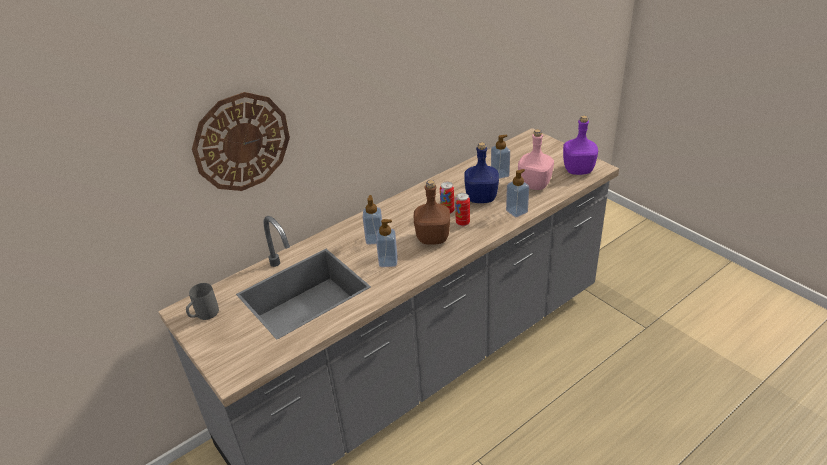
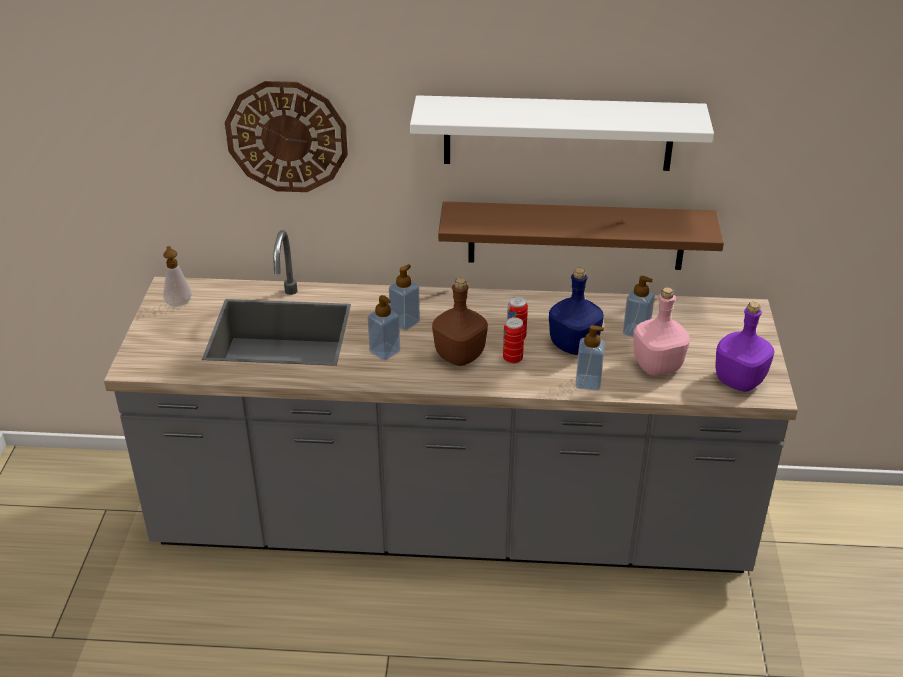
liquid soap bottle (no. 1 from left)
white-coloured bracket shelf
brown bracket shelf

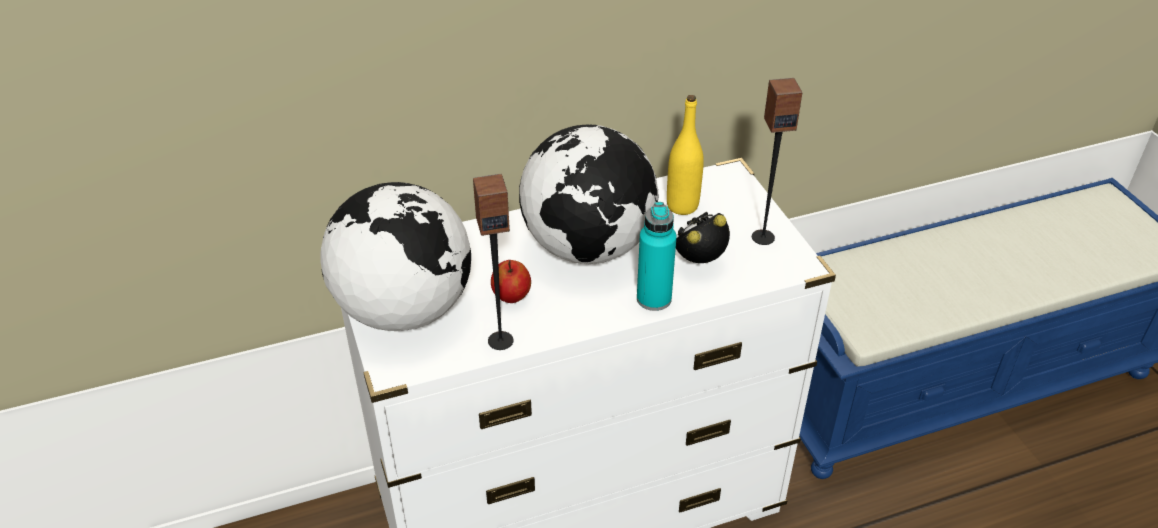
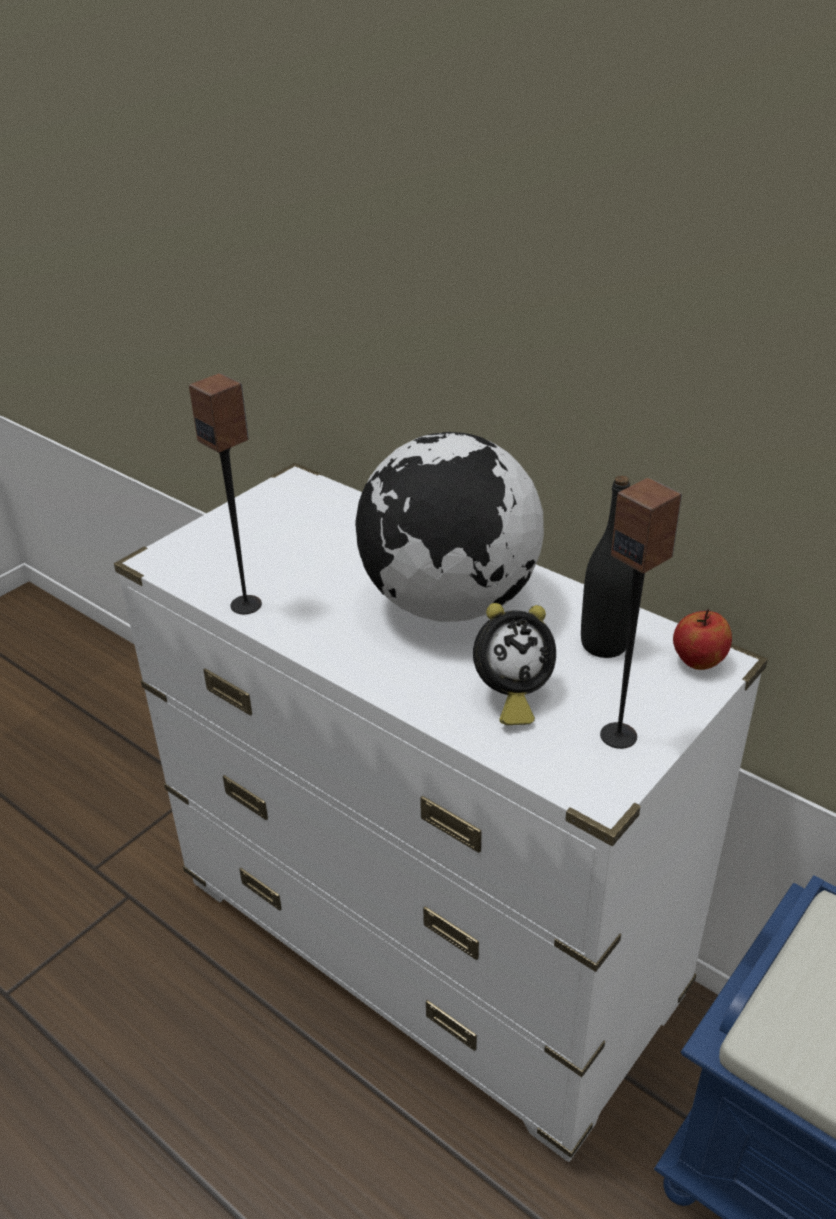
globe (no. 1 from left in the first image)
apple
turquoise beverage bottle
blackish beverage bottle
bedside clock

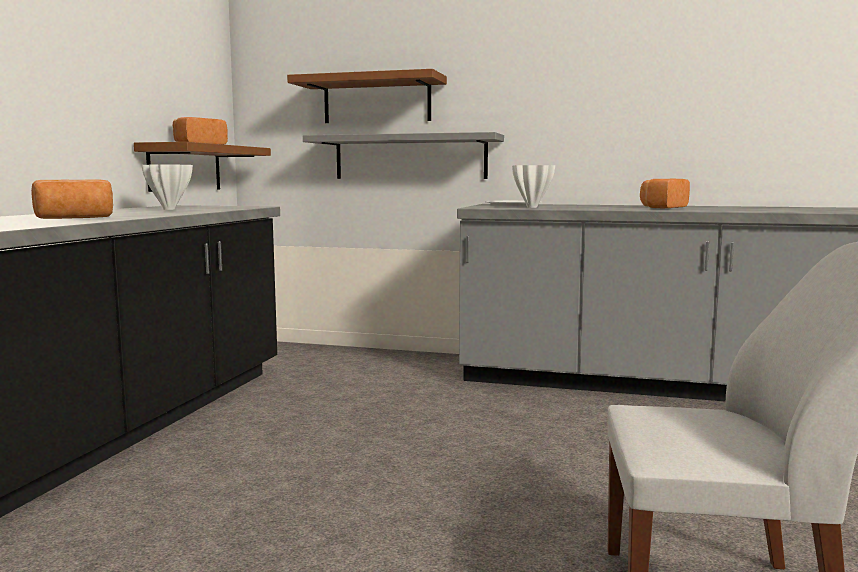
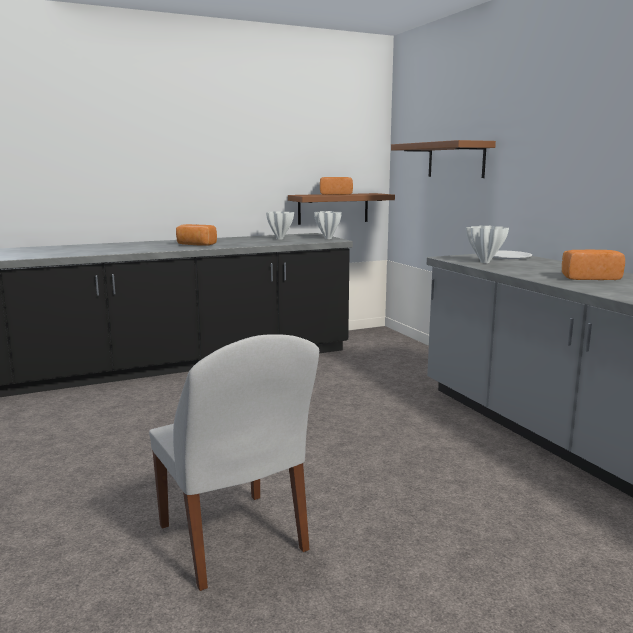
greyish bracket shelf
white-coloured decorative vase (no. 2 from left)

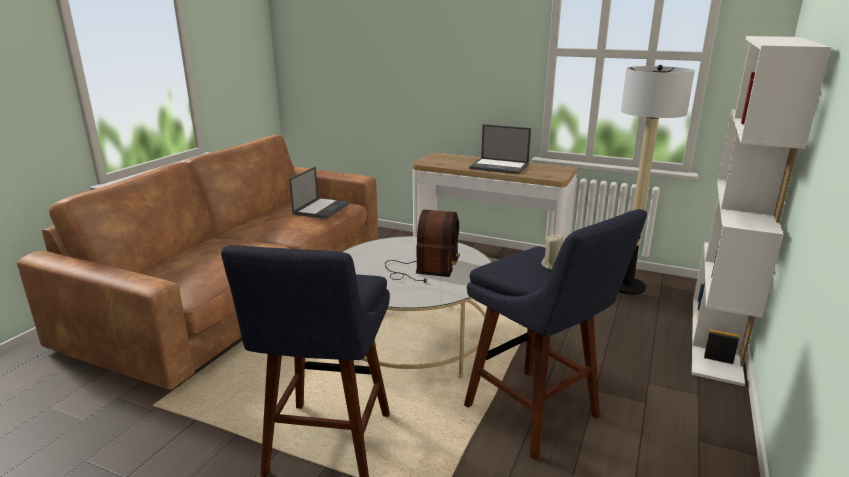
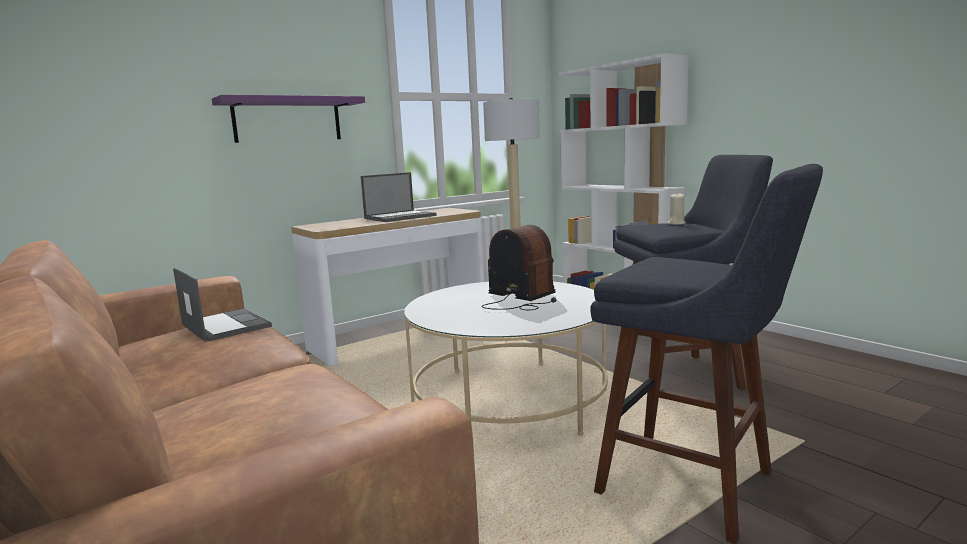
purple-coloured bracket shelf

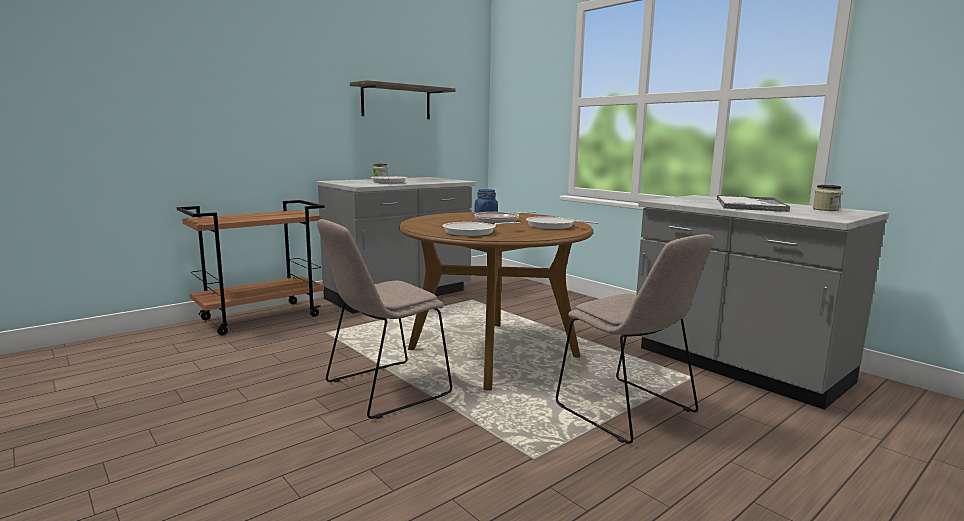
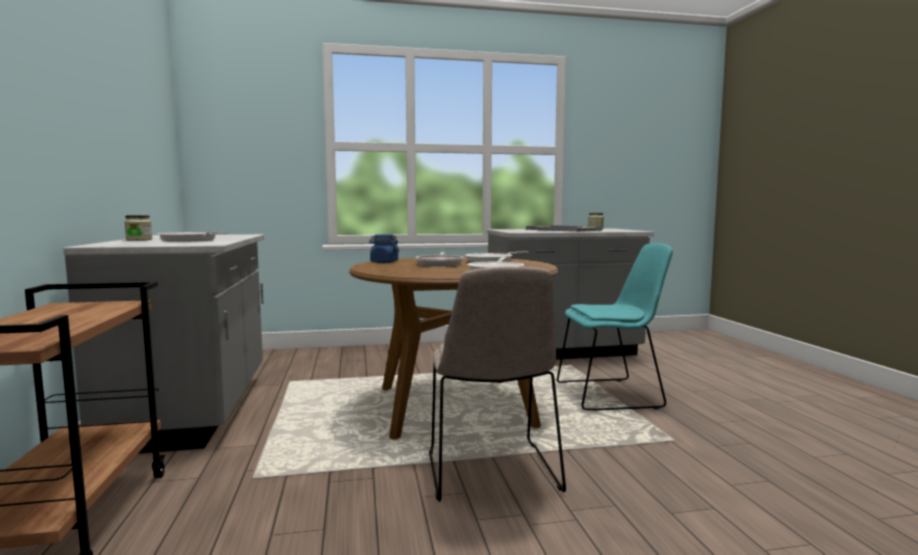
bracket shelf
turquoise chair

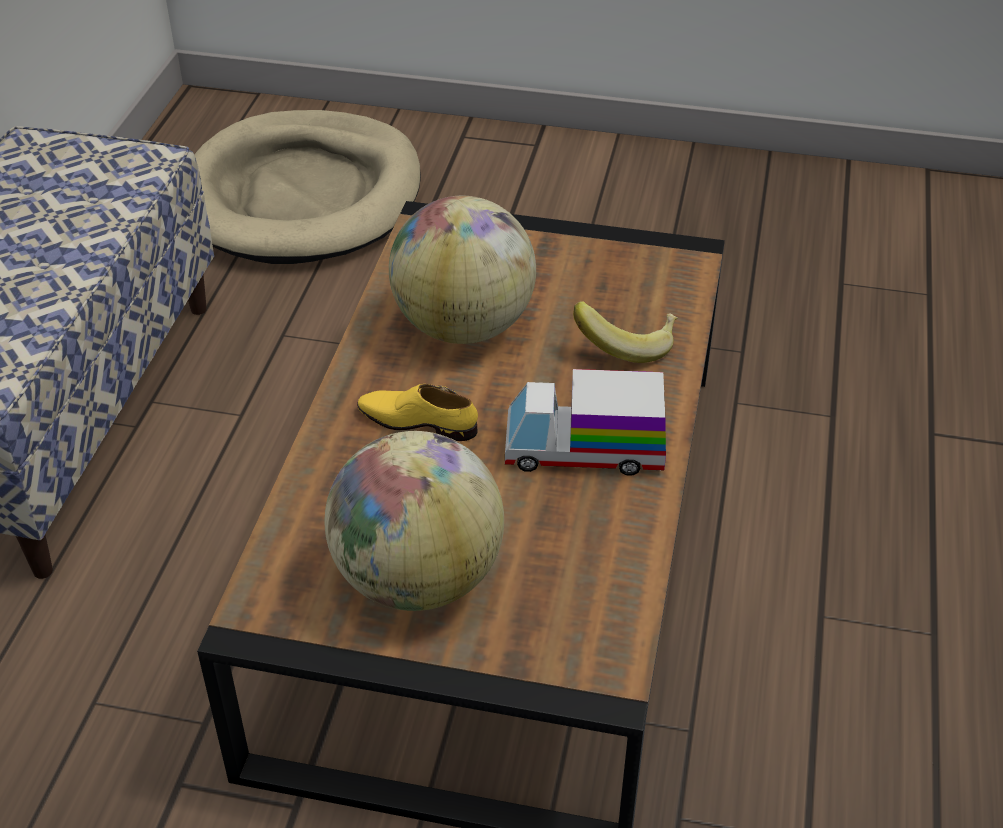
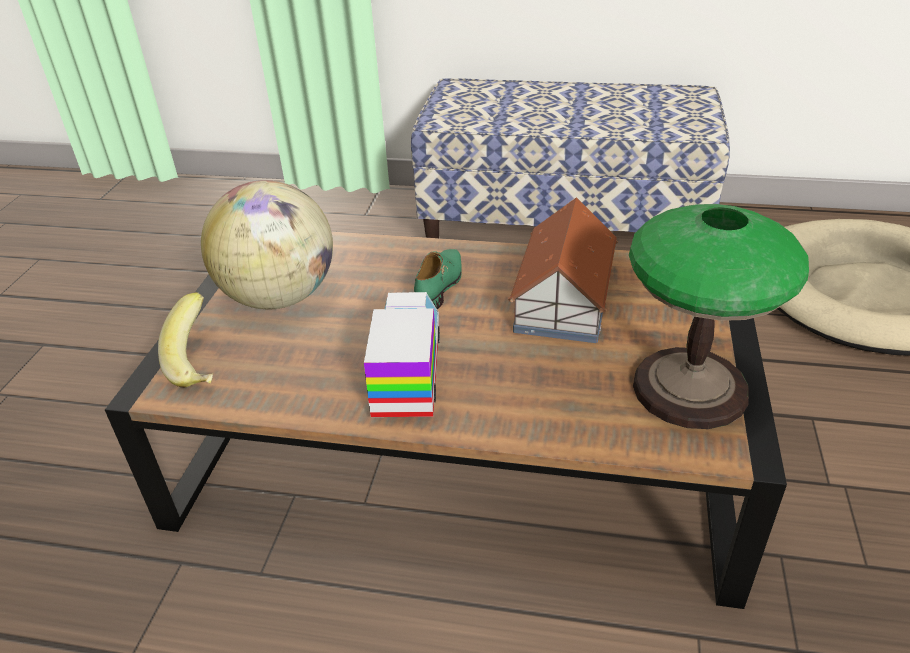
green shoe
miniature house
whole banana
tabletop lamp

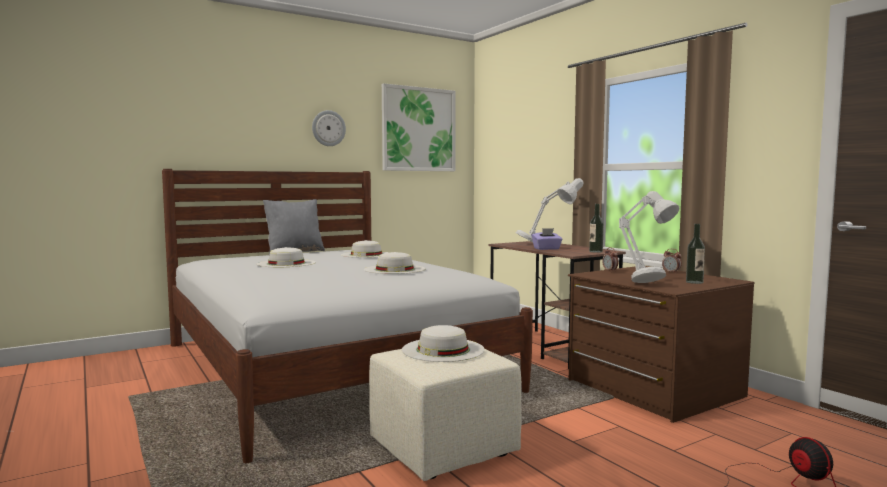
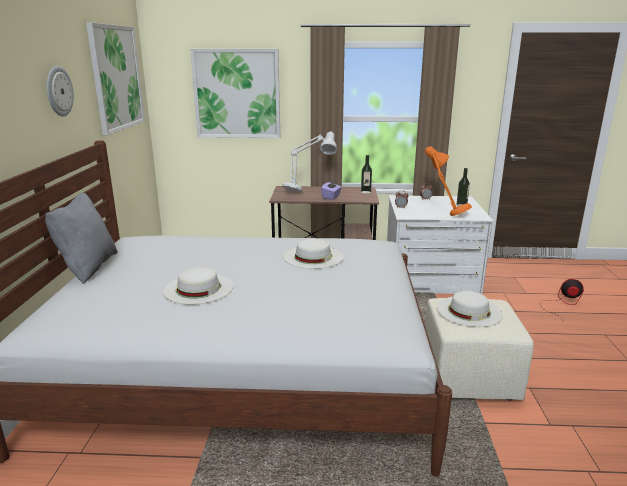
white-coloured wearable hat (no. 2 from left in the first image)
white-coloured dresser
orange-coloured tabletop lamp
wall art (no. 2 from left)

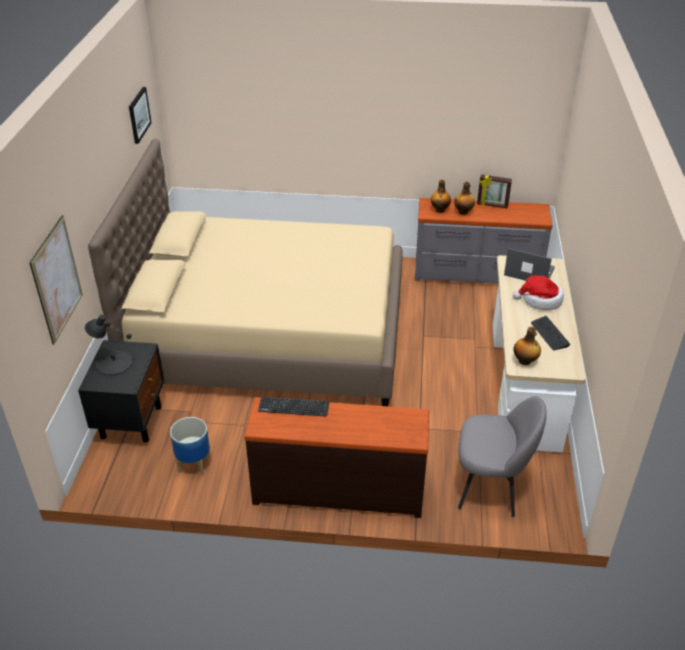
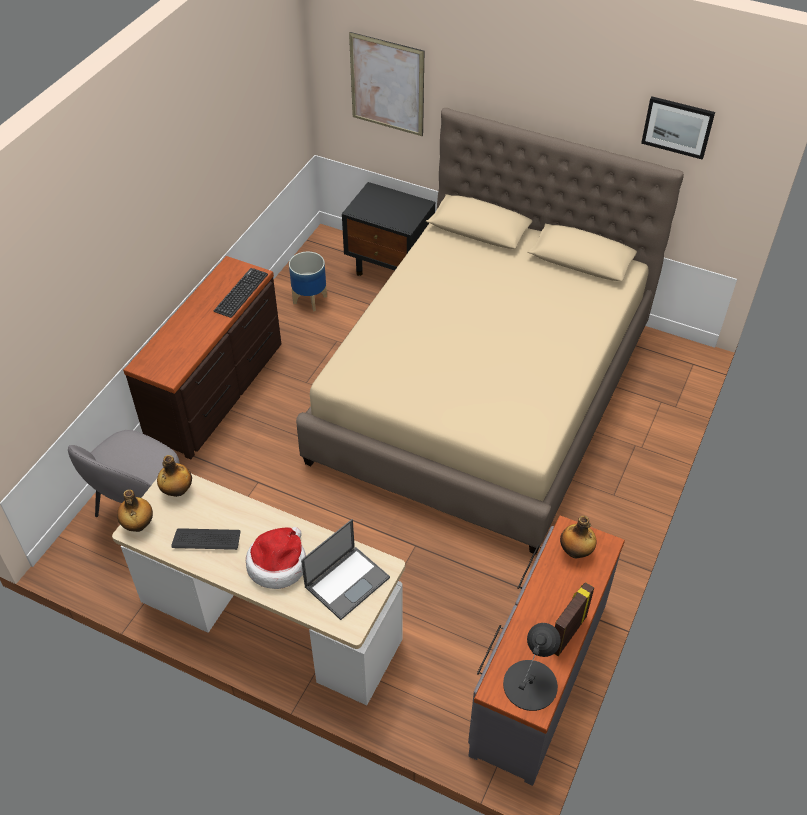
blackish tabletop lamp
beverage bottle (no. 1 from left)

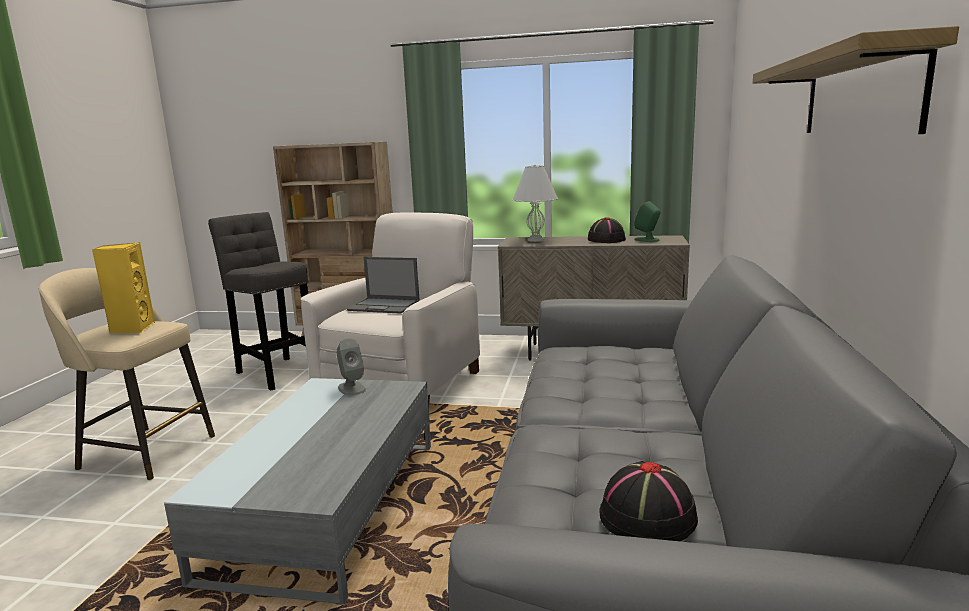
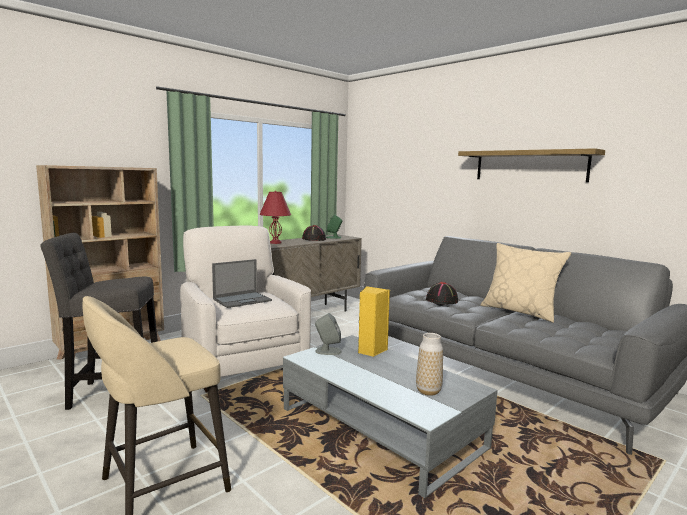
yellowish audio speaker
red tabletop lamp
blackish wearable hat (no. 2 from left)
decorative vase
beige-coloured cushion

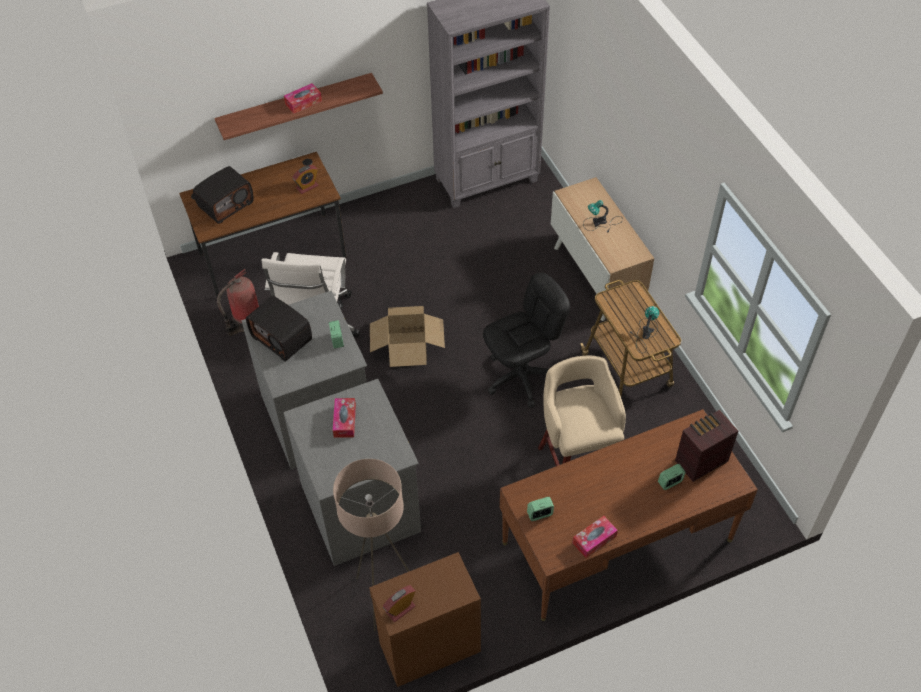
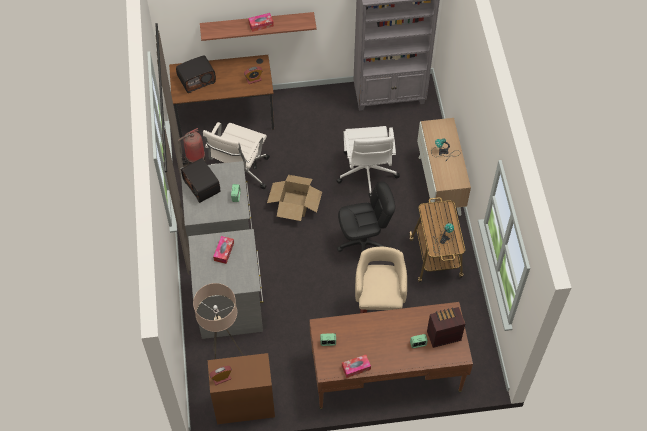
white-coloured office chair (no. 2 from left)

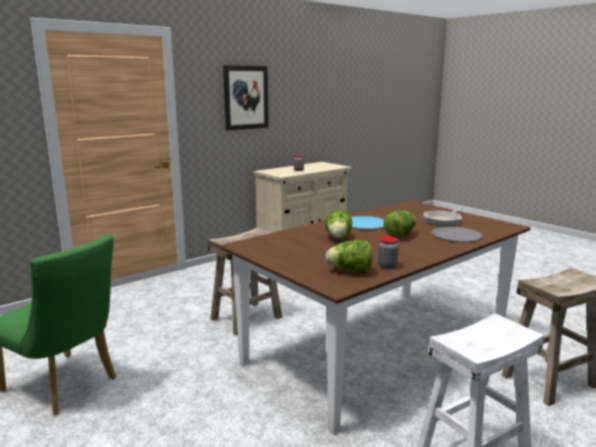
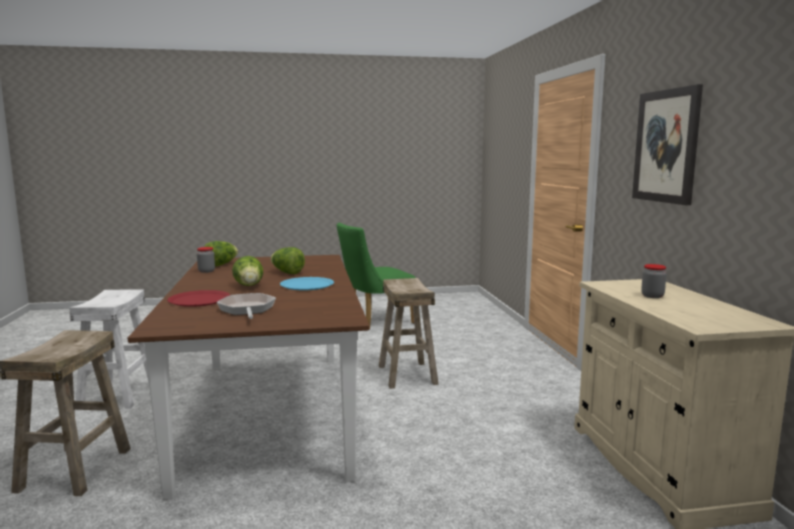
red dinner plate

